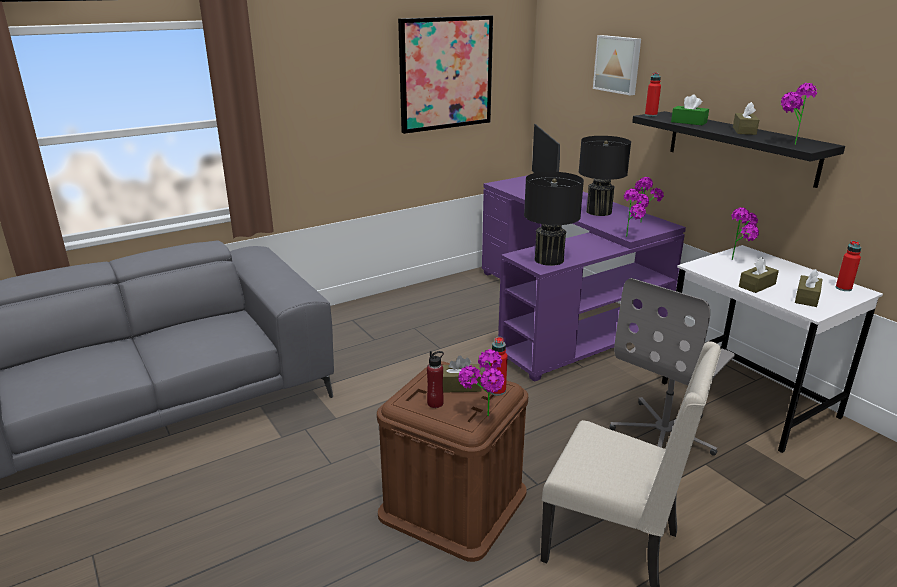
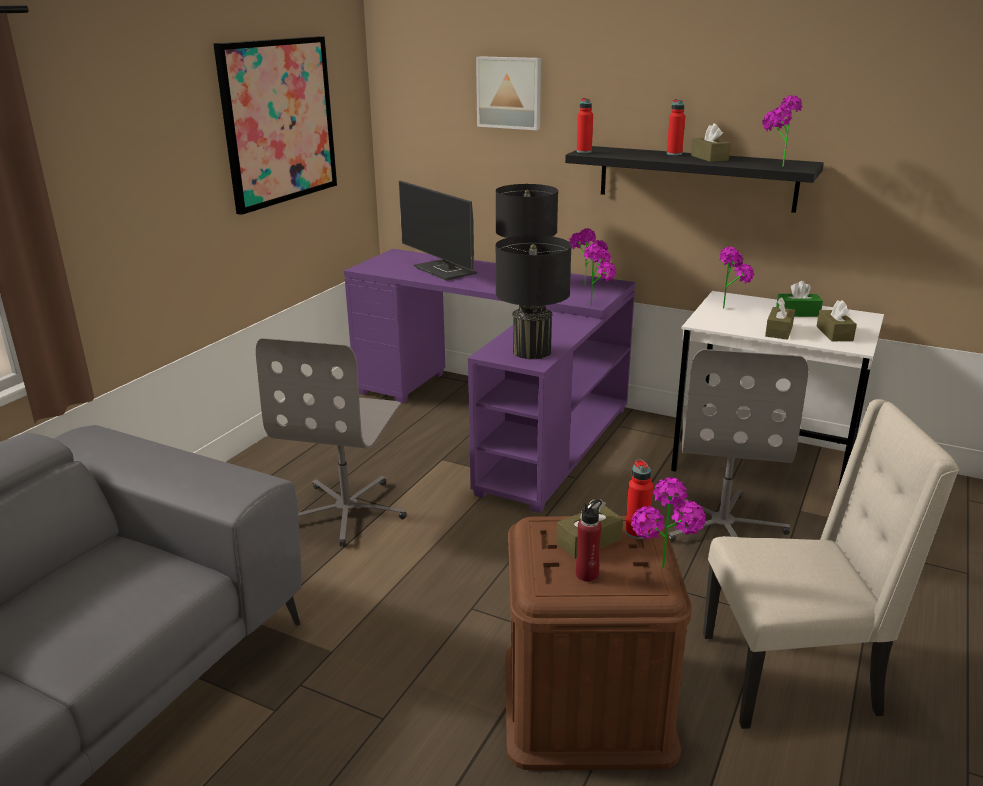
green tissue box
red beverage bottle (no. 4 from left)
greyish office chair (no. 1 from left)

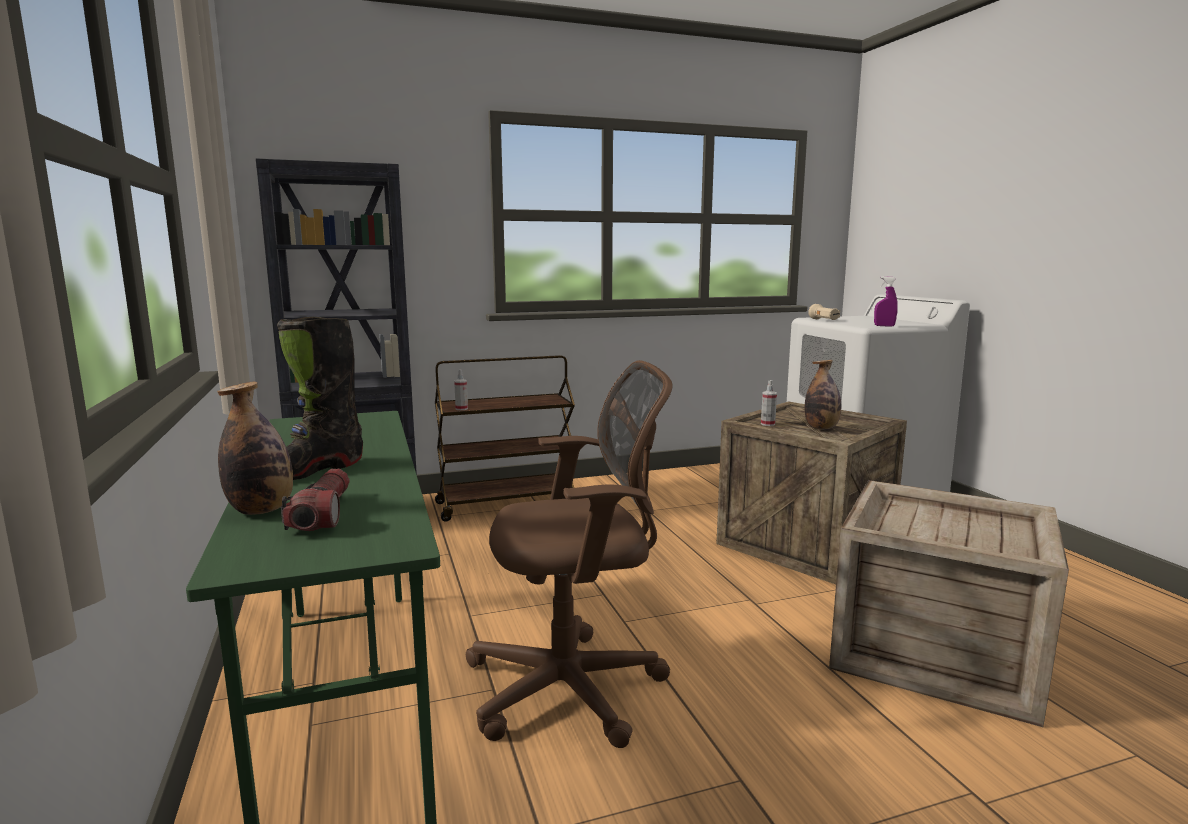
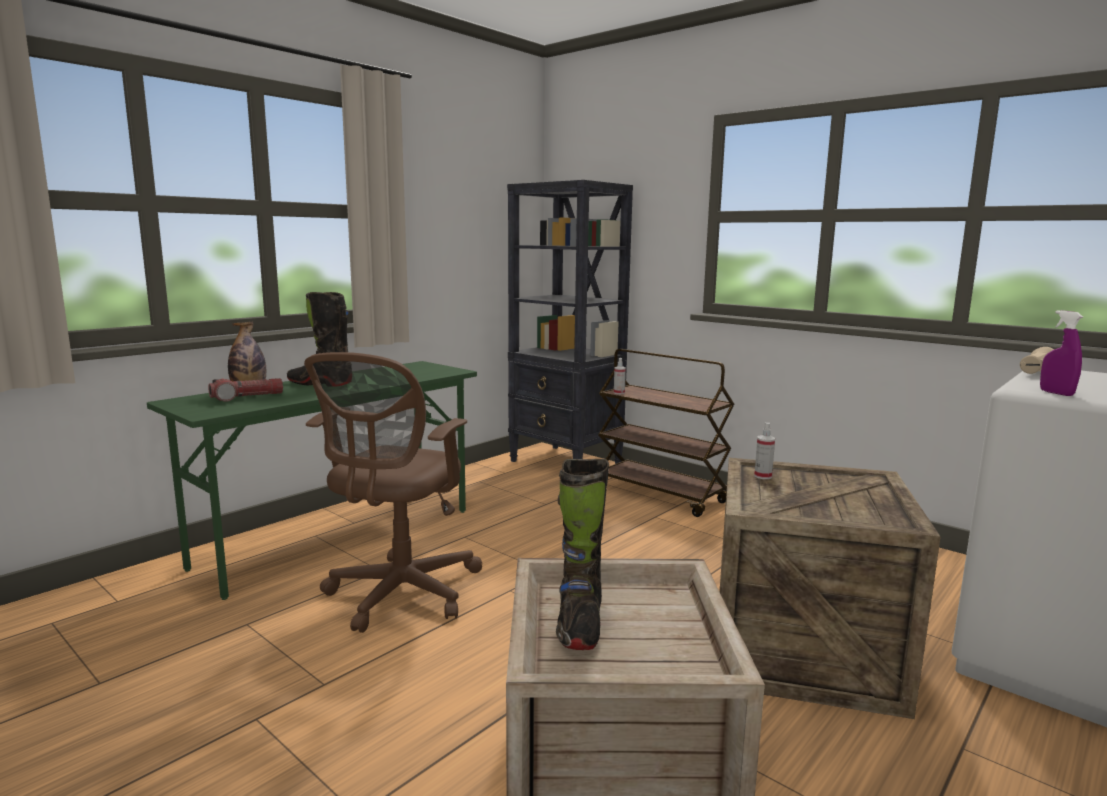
brown office chair
beverage bottle (no. 2 from left in the first image)
blackish high-top boot (no. 2 from left)

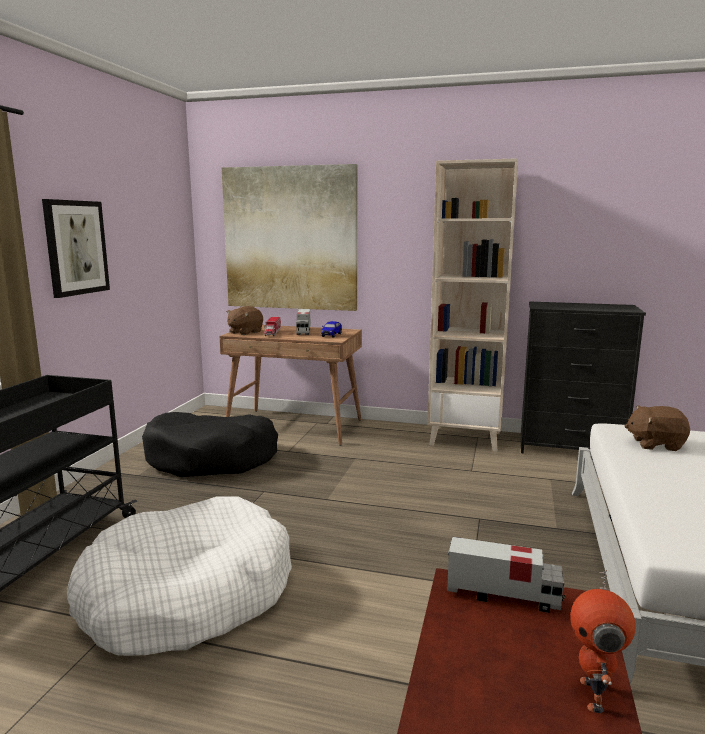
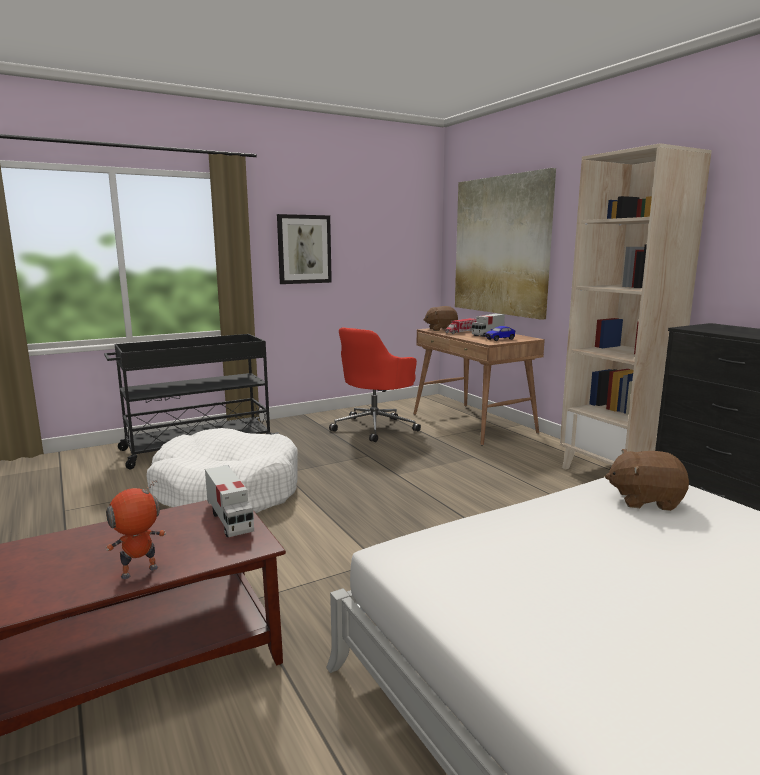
red office chair
brown plush toy (no. 2 from left)

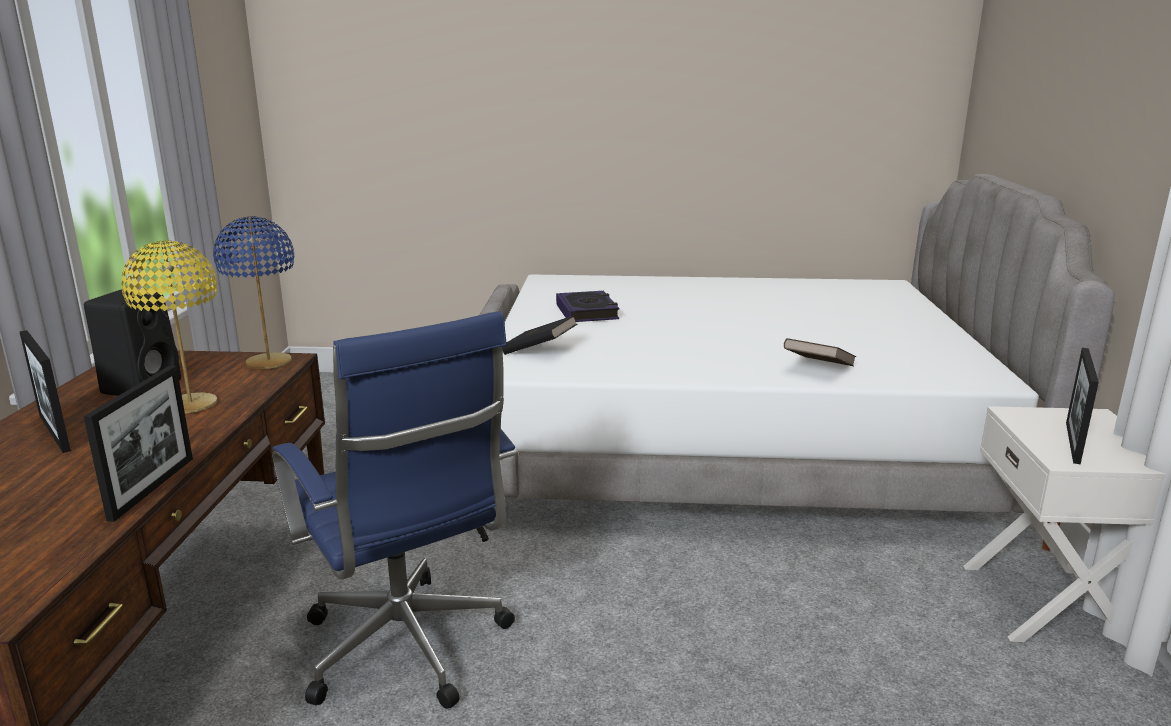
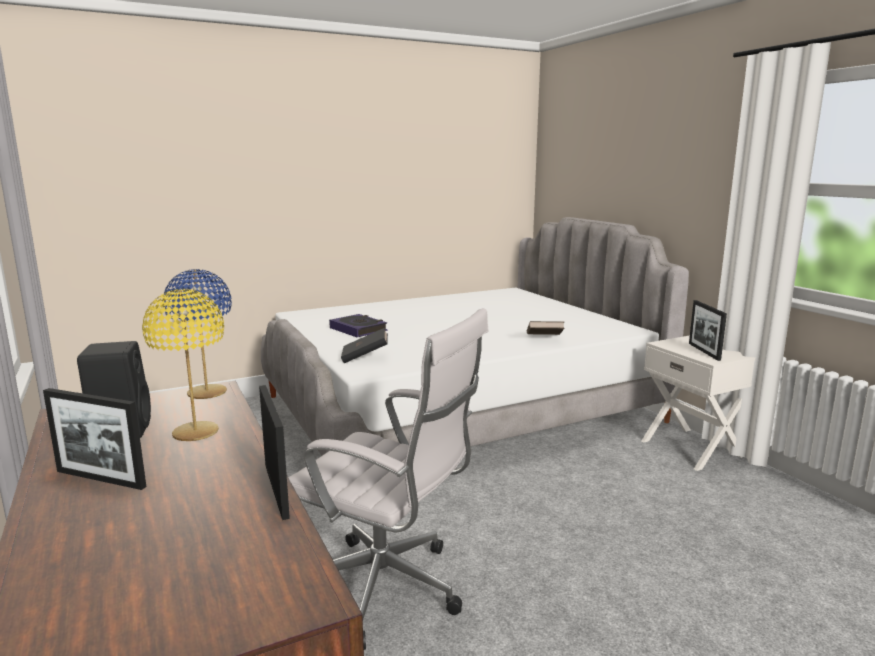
white-coloured office chair

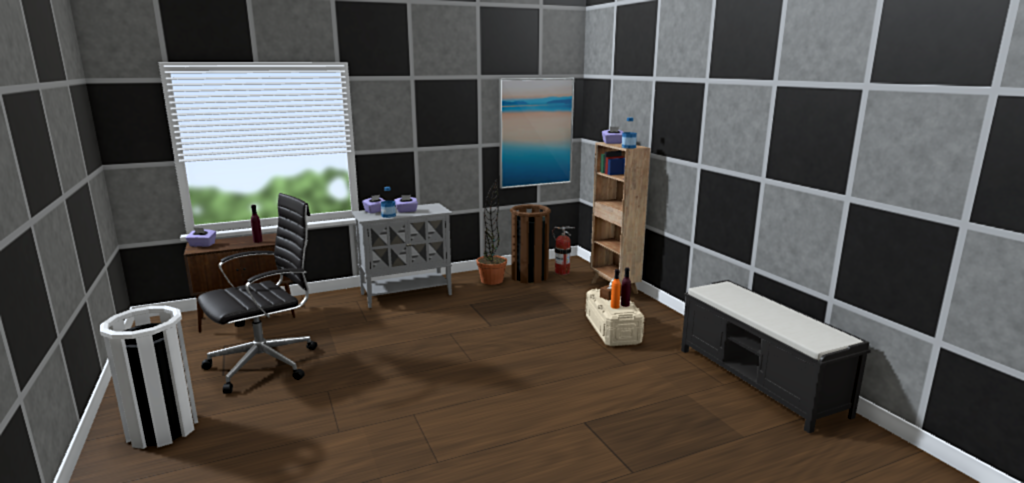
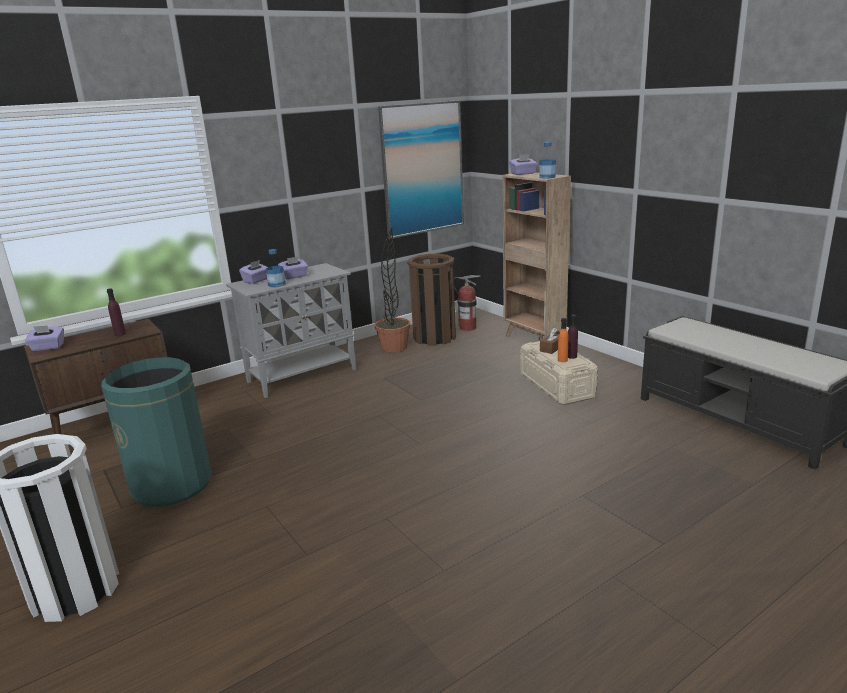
green rubbish bin

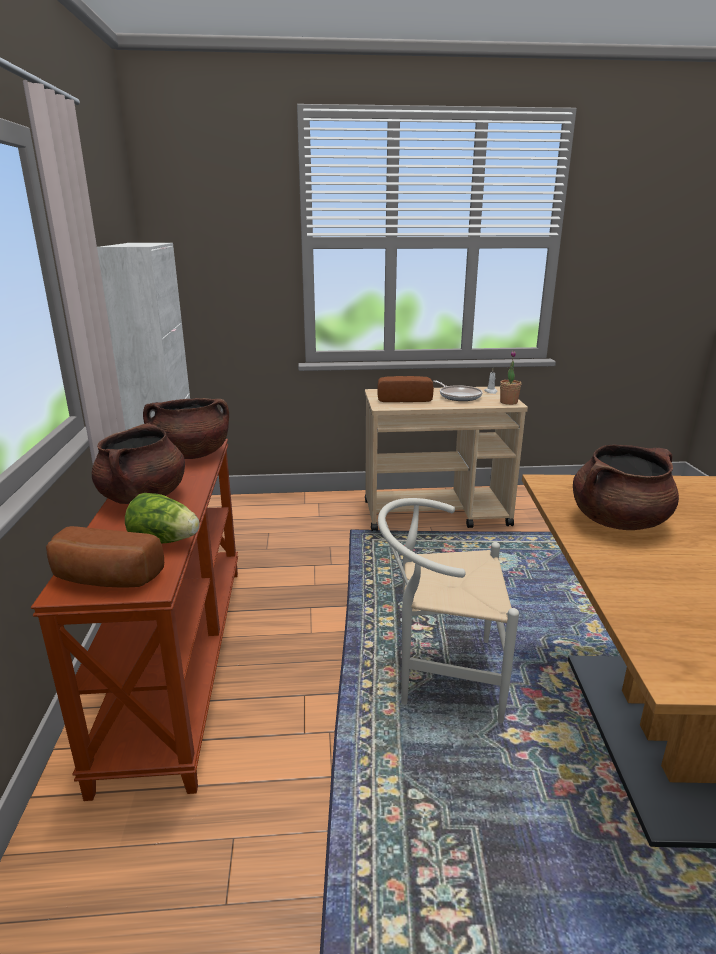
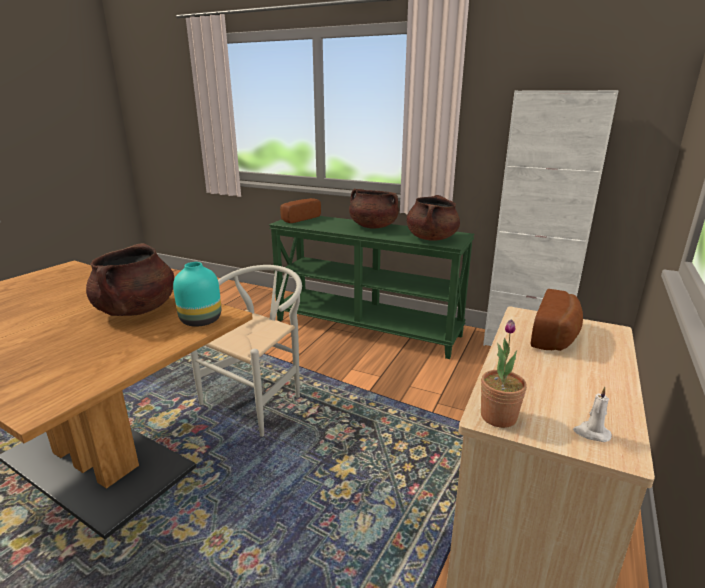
green console table
head of lettuce
pan
turquoise decorative vase

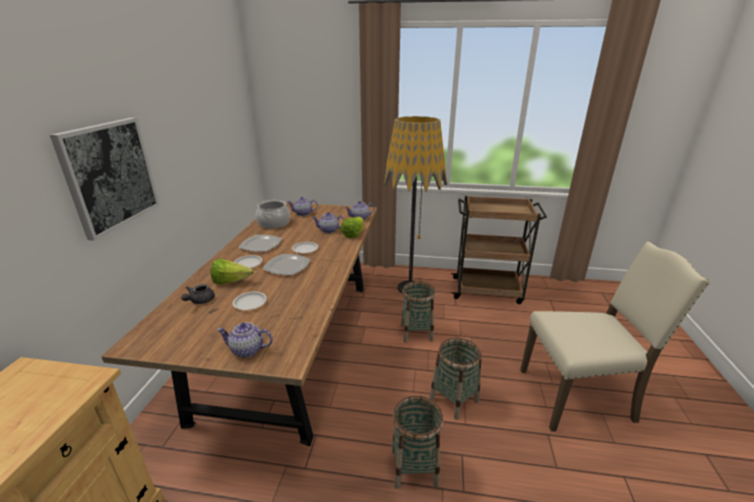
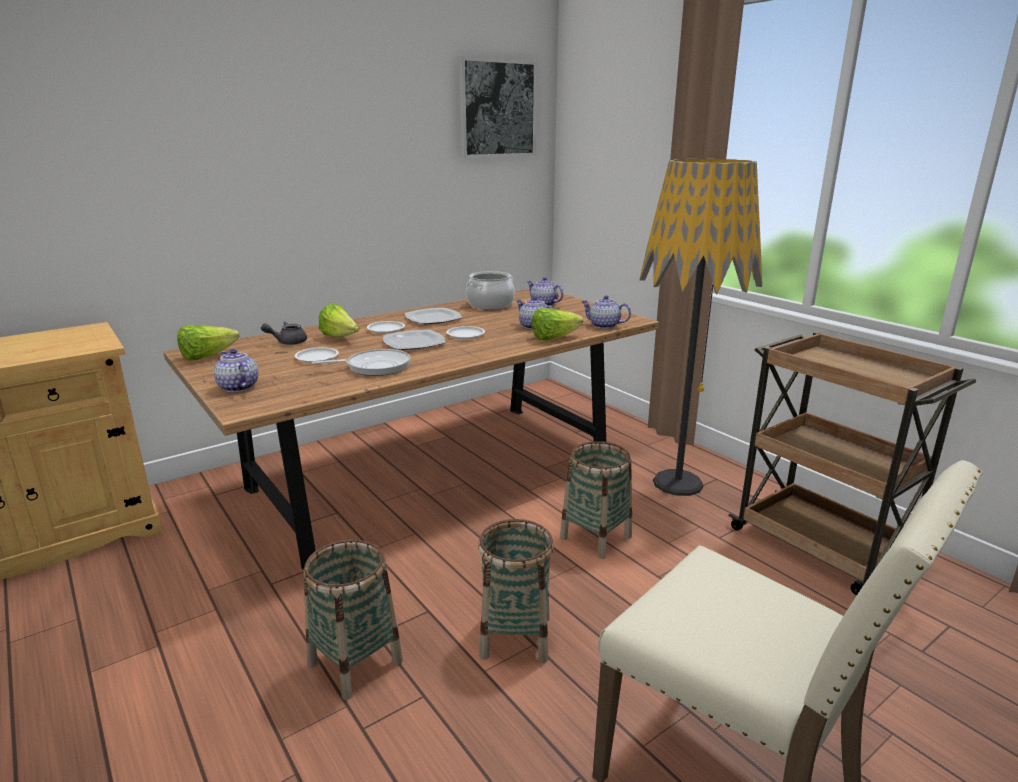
wall art
head of lettuce (no. 1 from left)
pan

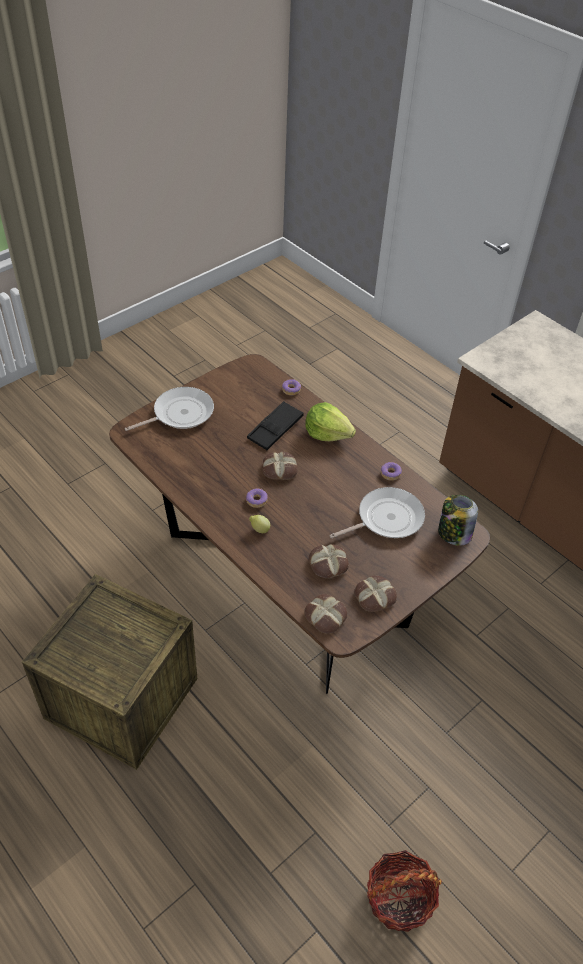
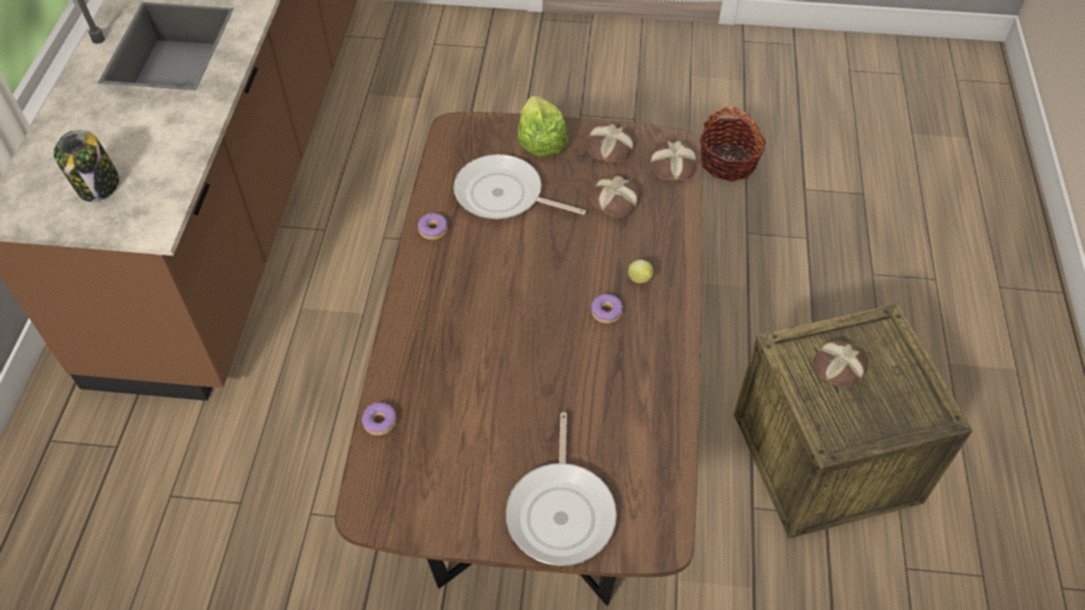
pan (no. 2 from left)
blackish carrying tray
baked bread (no. 4 from left)
head of lettuce
preserve jar

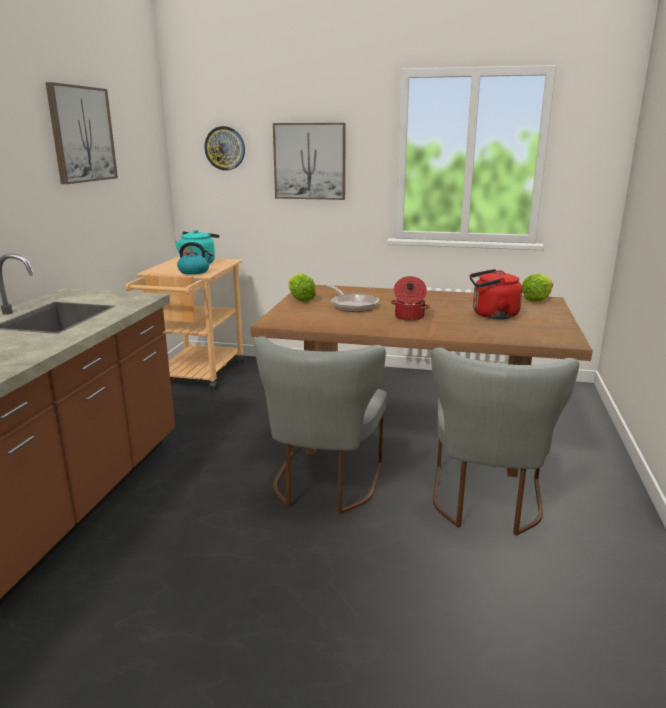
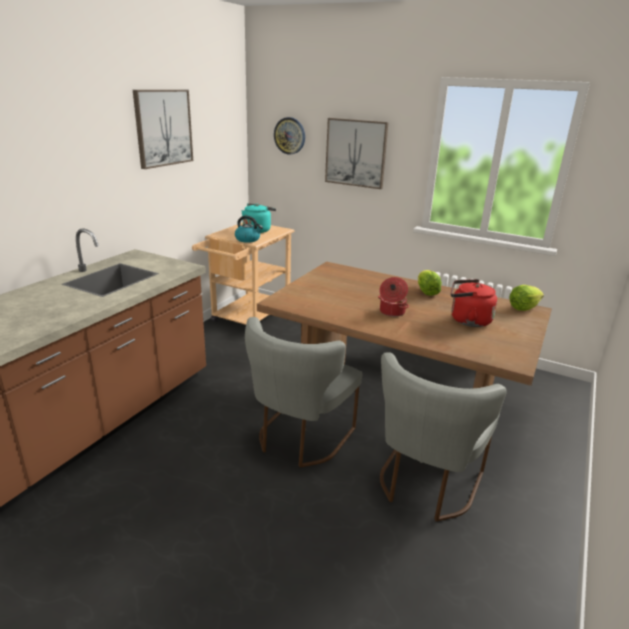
head of lettuce (no. 1 from left)
pan

